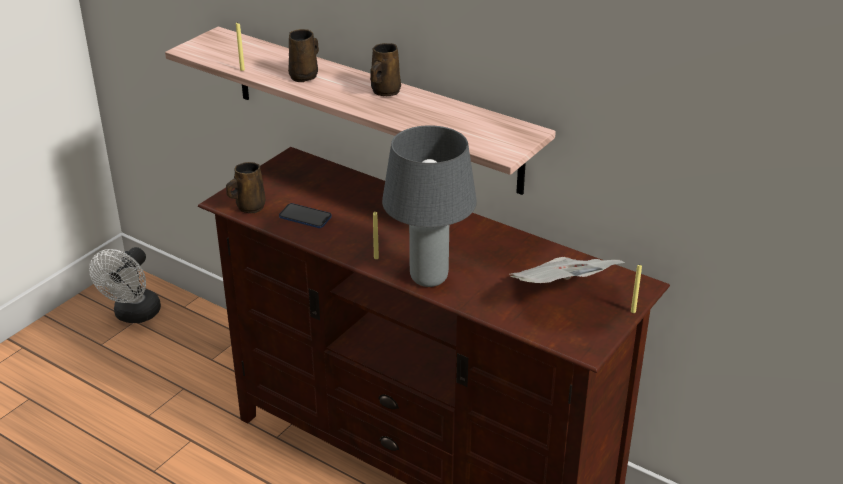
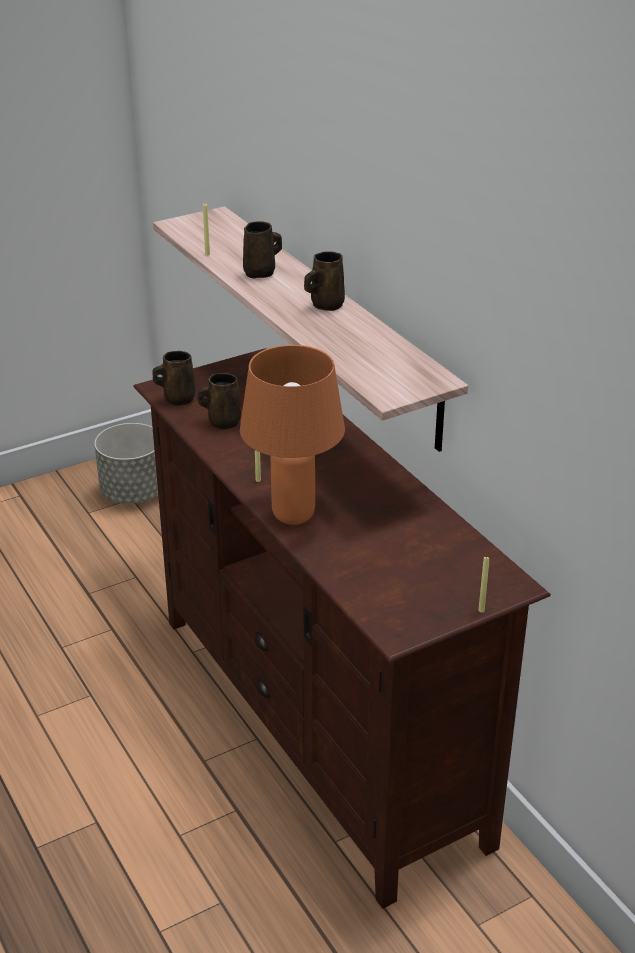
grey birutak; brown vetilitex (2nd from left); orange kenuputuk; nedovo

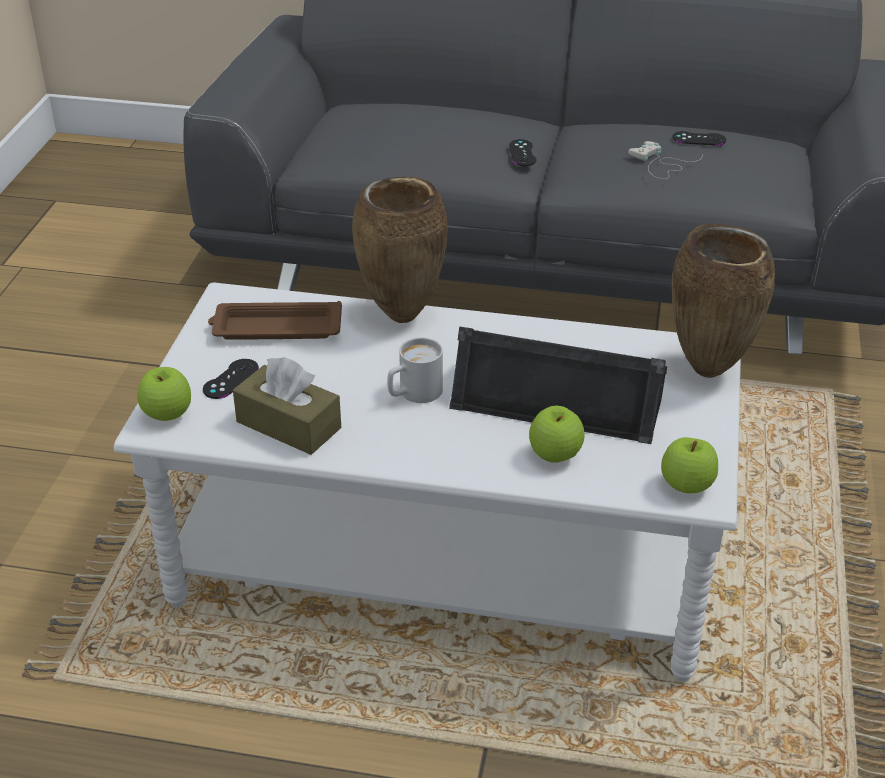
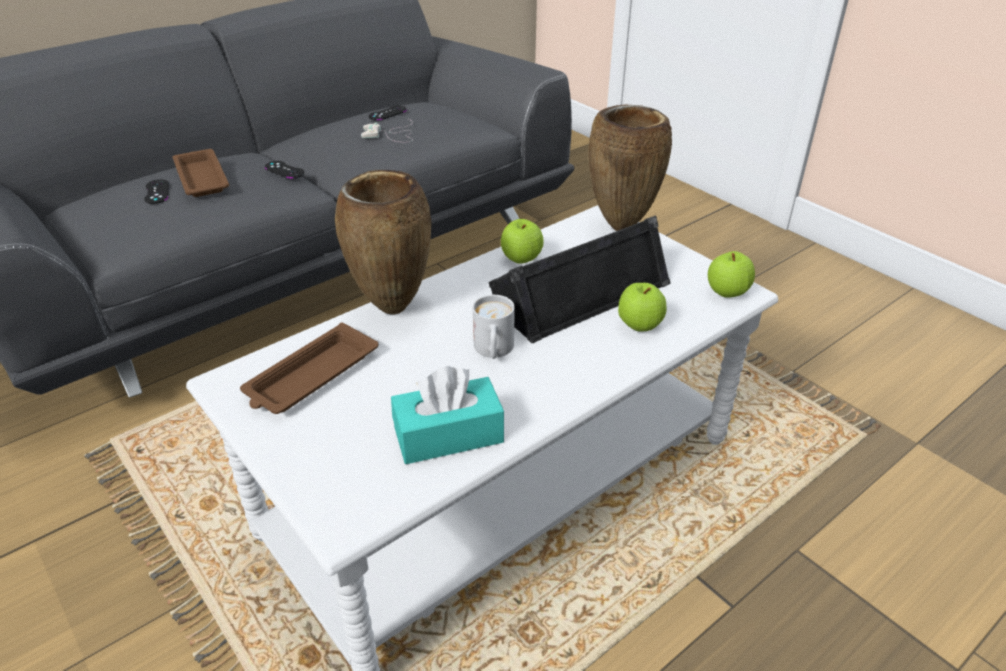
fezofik (1st from left); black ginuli (1st from left); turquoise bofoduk; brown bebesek (1st from left)

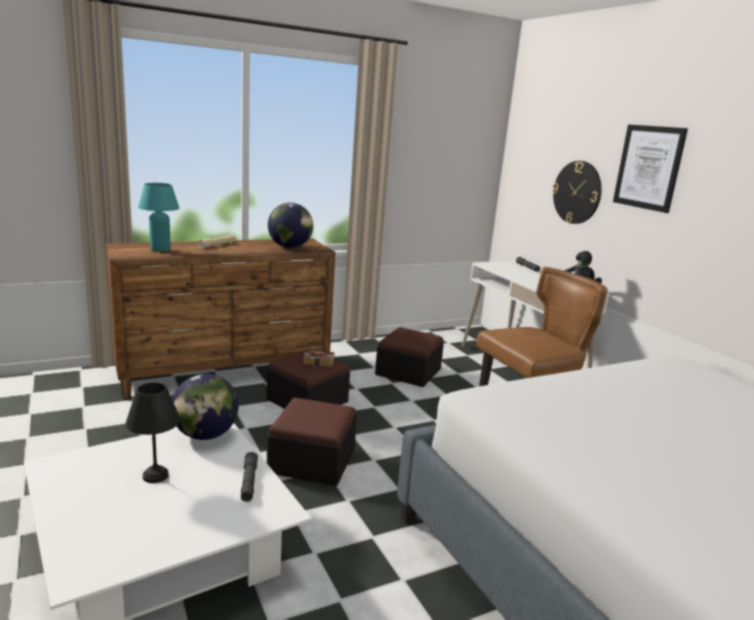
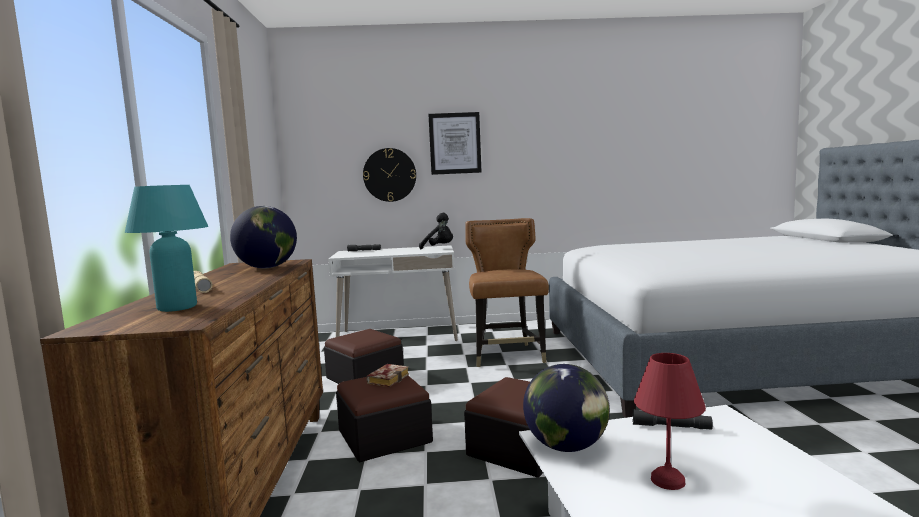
red kenuputuk

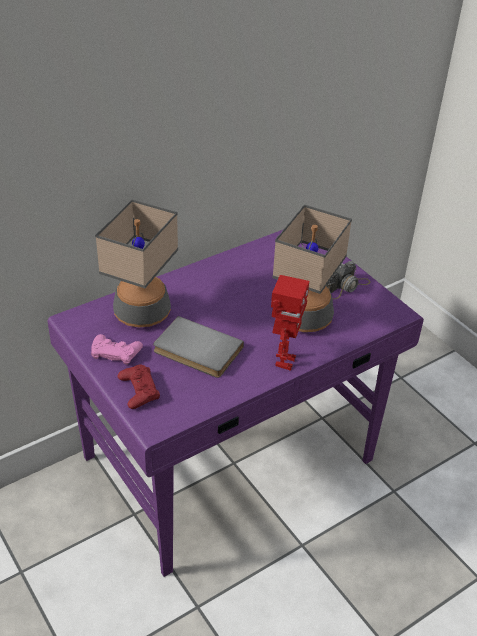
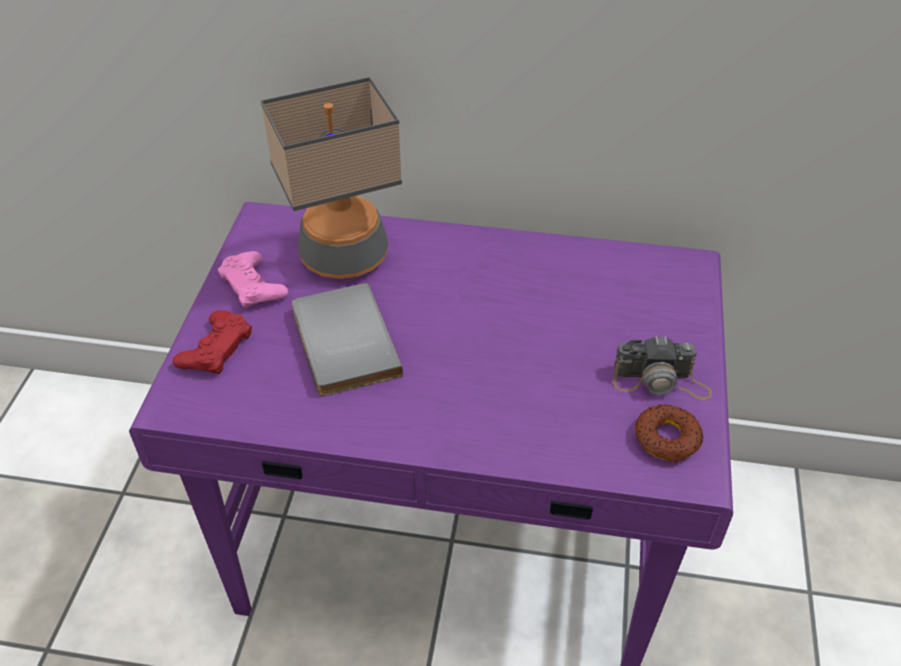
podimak; kenuputuk (2nd from left in the first image); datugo

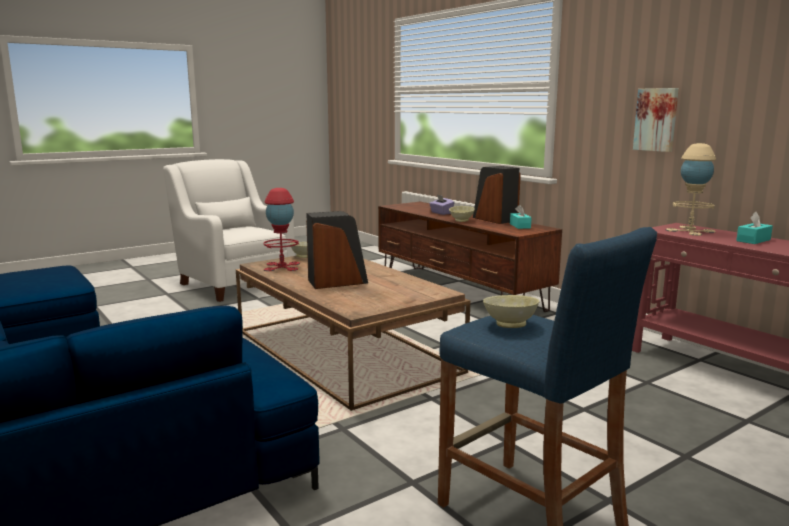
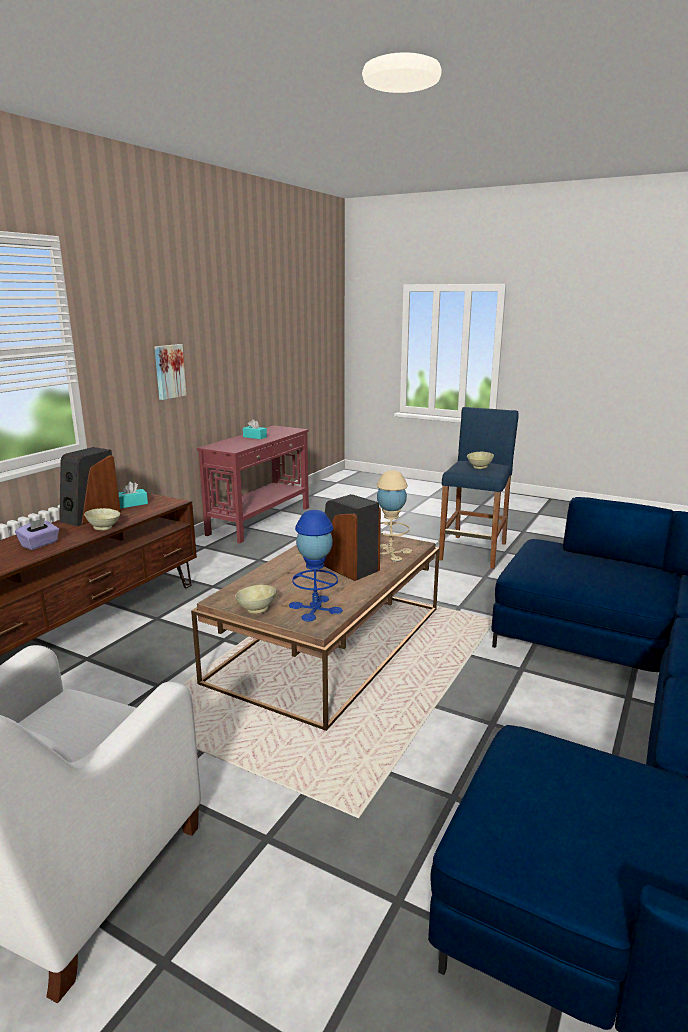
blue kenuputuk; beige kenuputuk

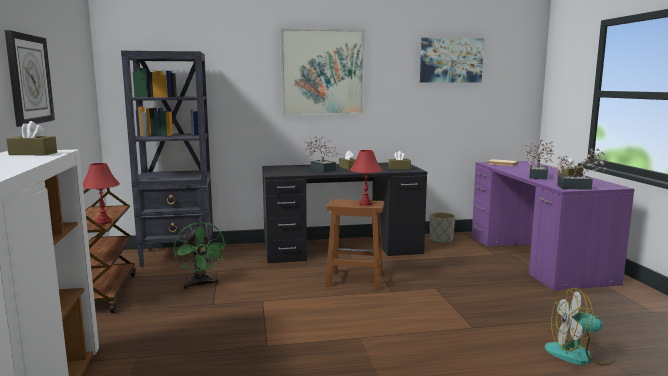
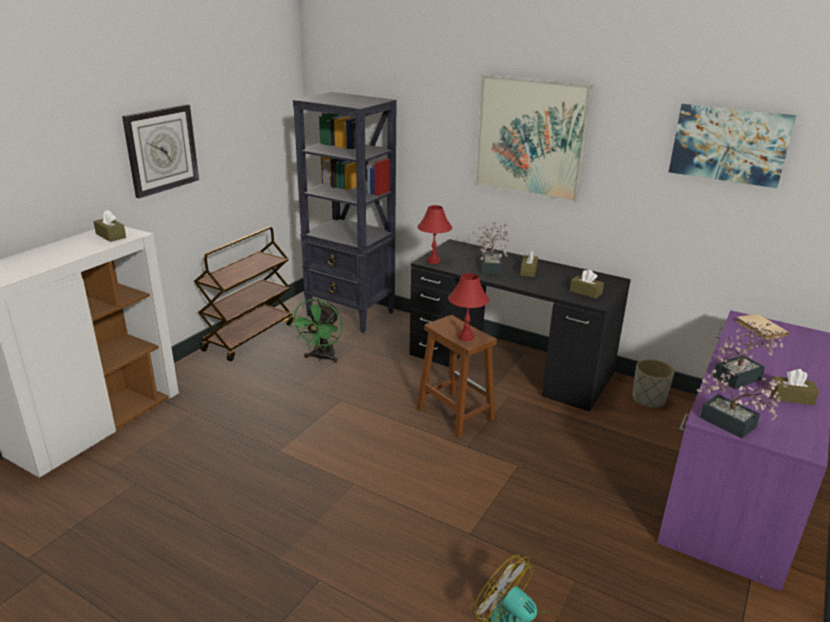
red kenuputuk (1st from left)

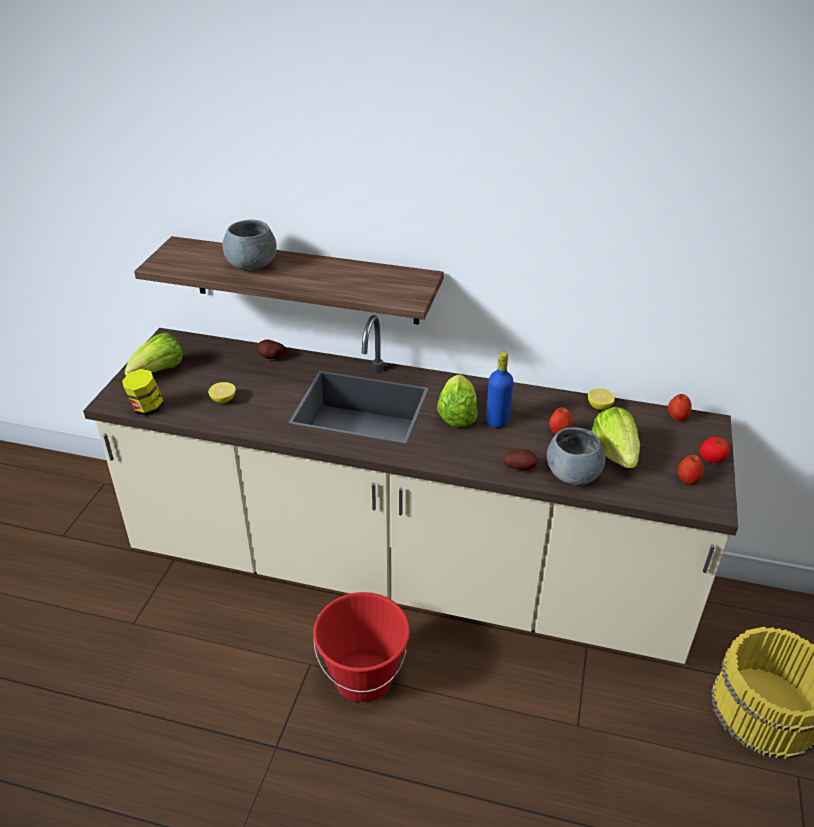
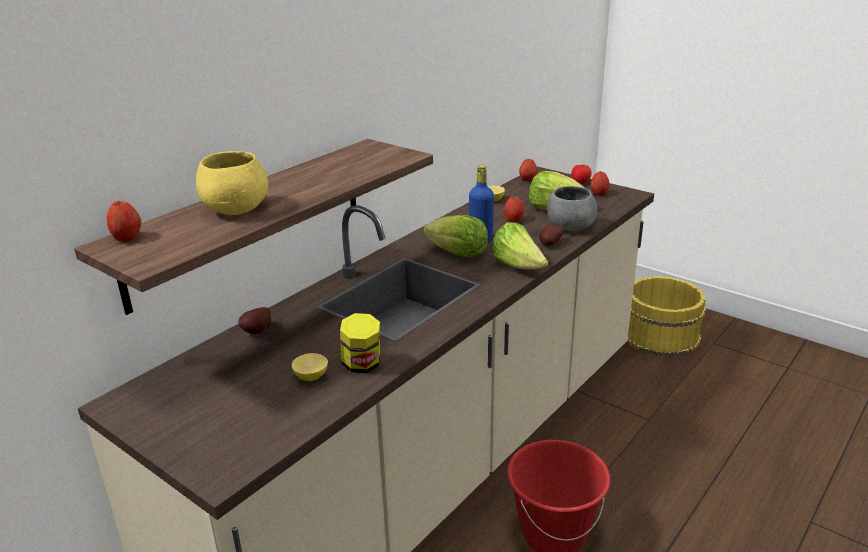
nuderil; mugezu (2nd from left); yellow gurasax; fezofik (1st from left)

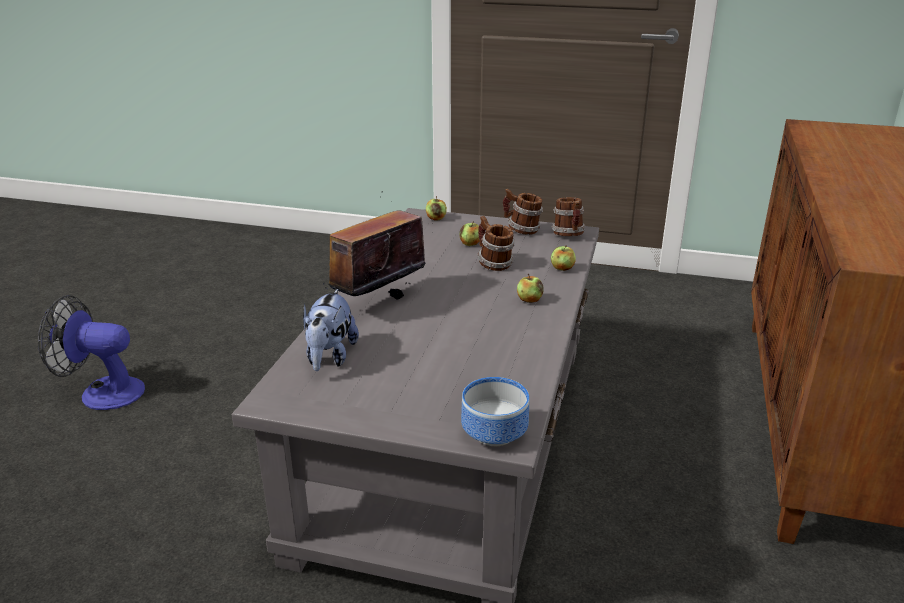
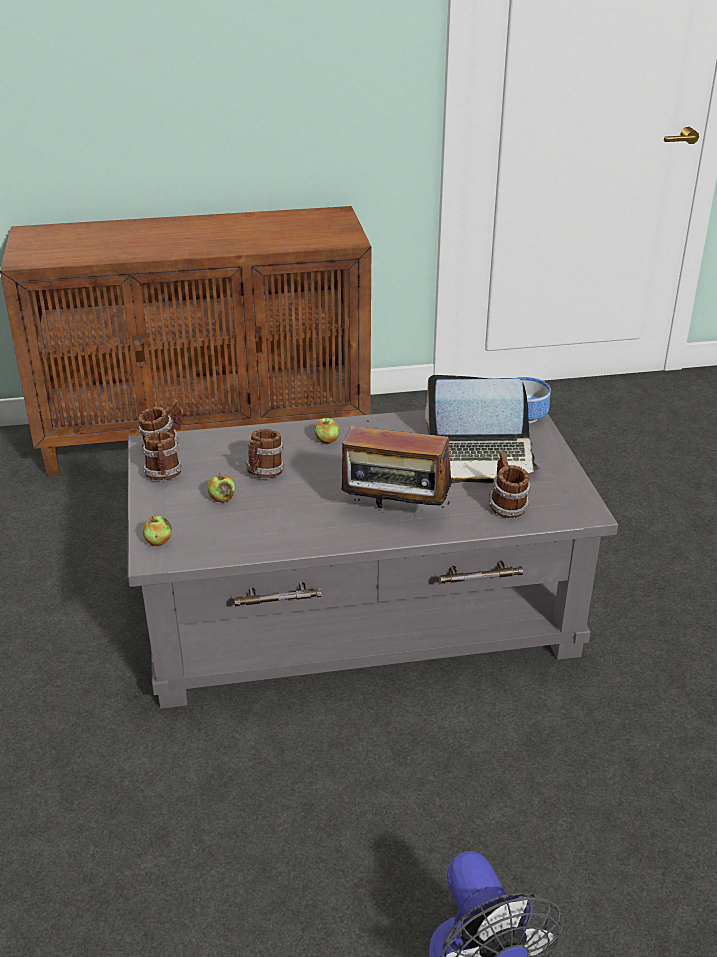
vetilitex (4th from left); fezofik (4th from left in the first image); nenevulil

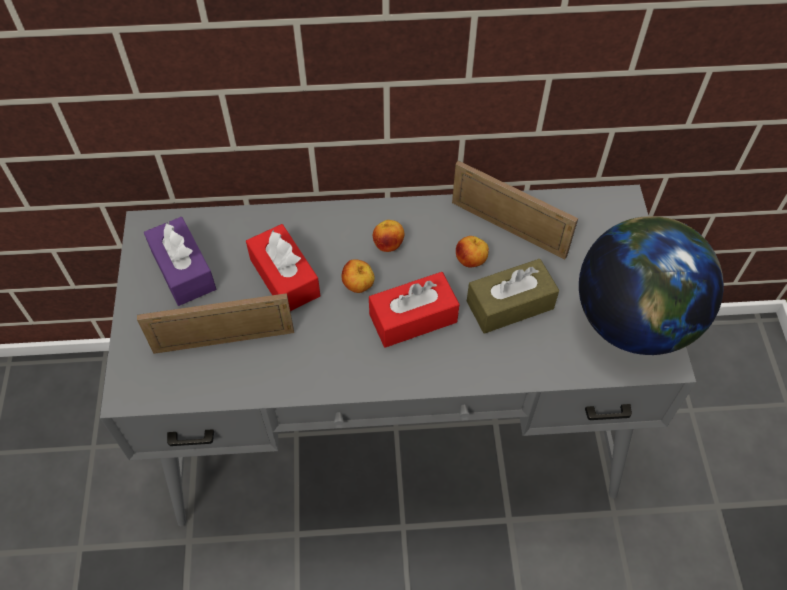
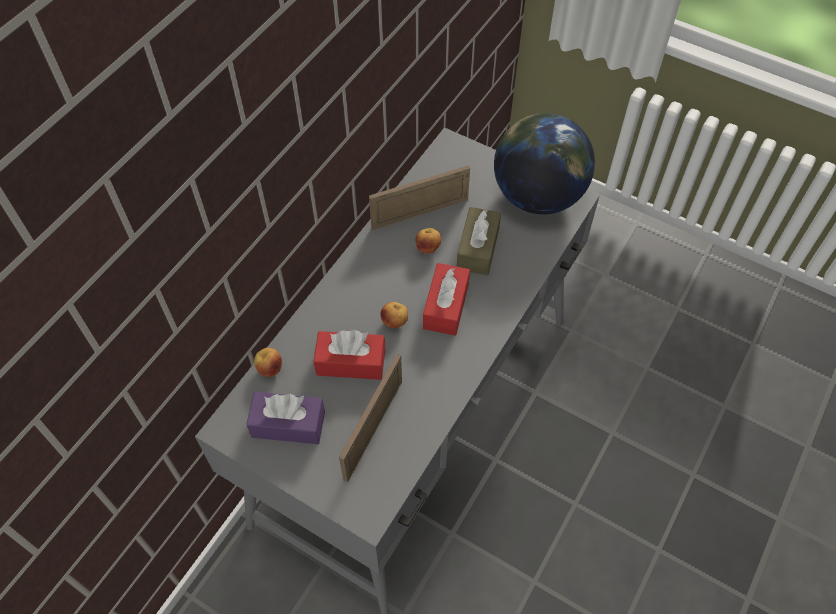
fezofik (1st from left)

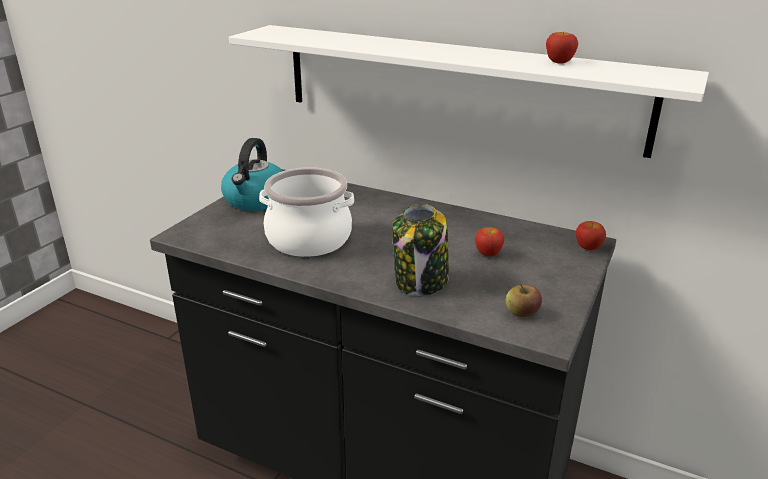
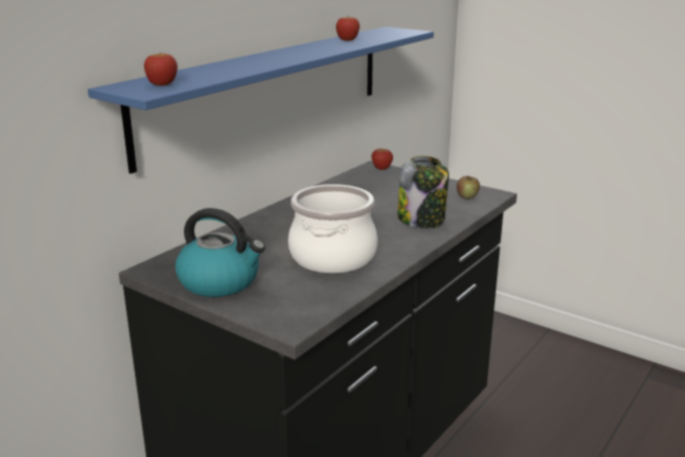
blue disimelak; fezofik (1st from left)

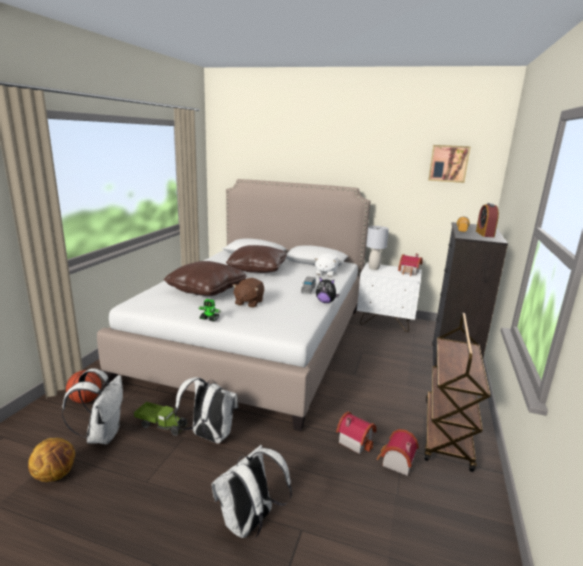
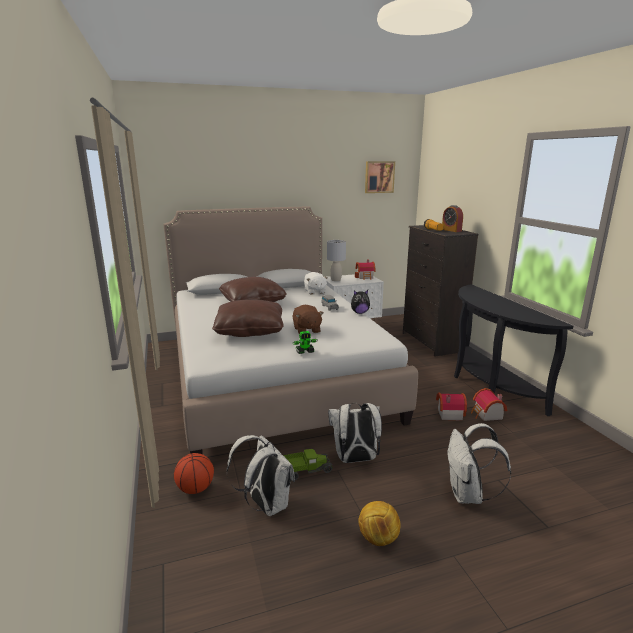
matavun (1st from left in the first image); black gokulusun; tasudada

